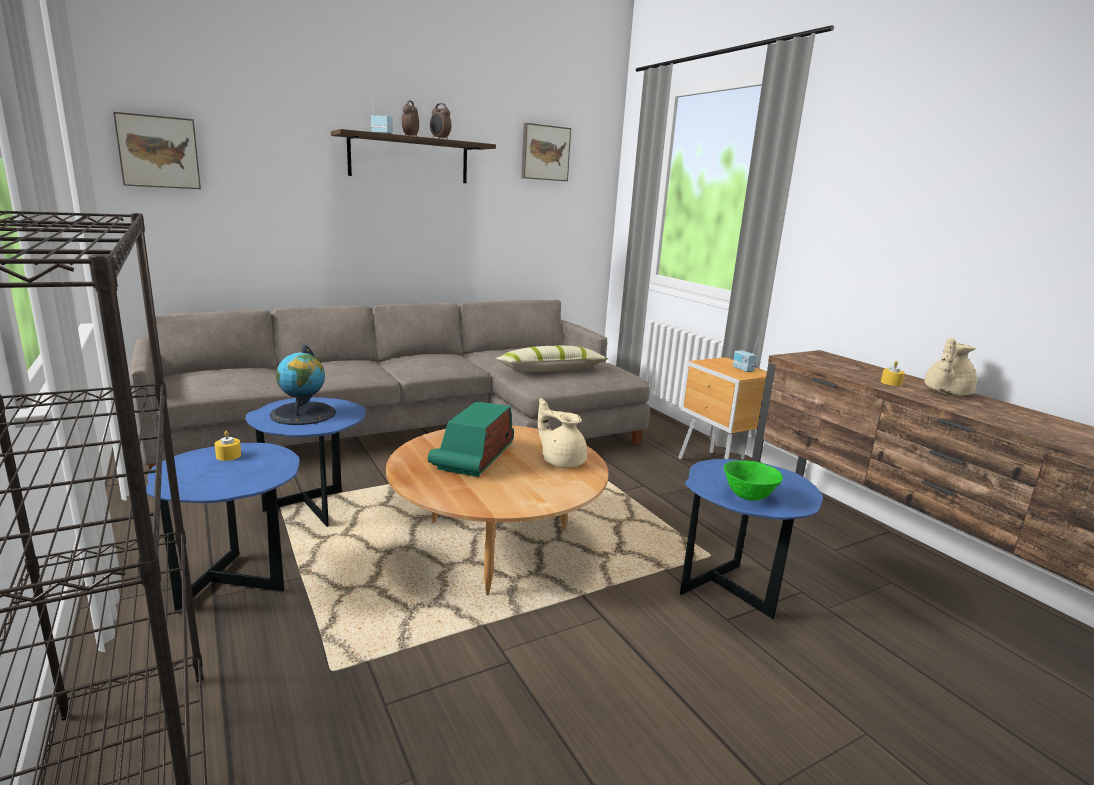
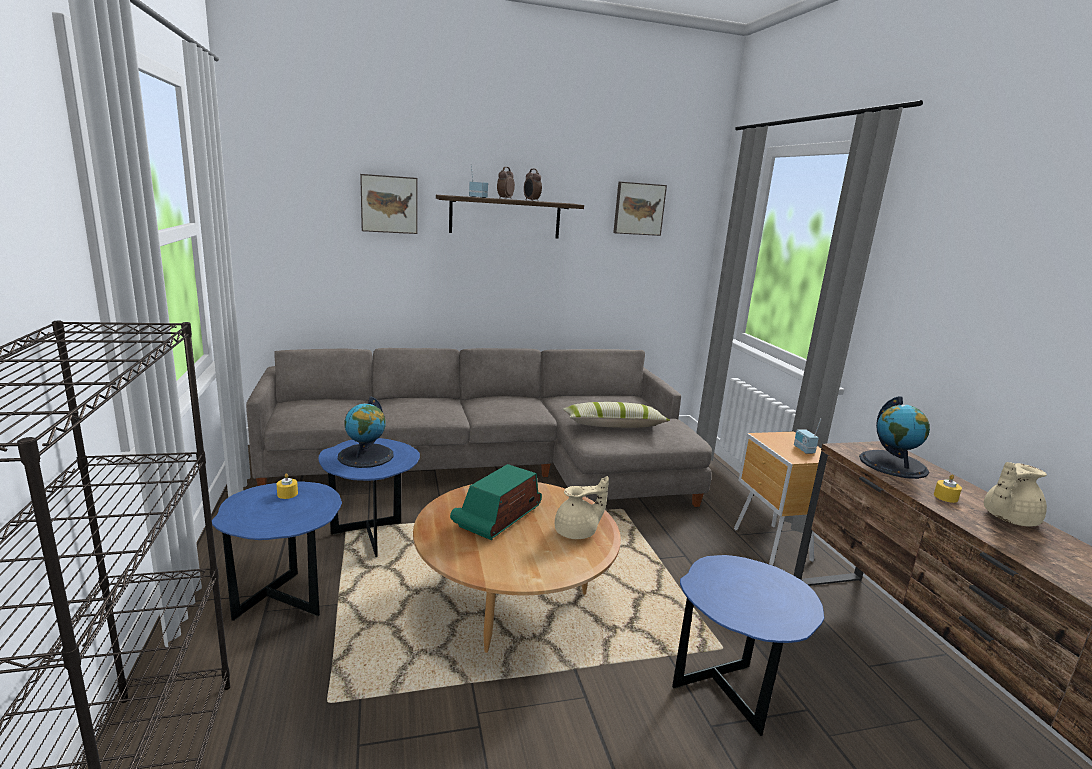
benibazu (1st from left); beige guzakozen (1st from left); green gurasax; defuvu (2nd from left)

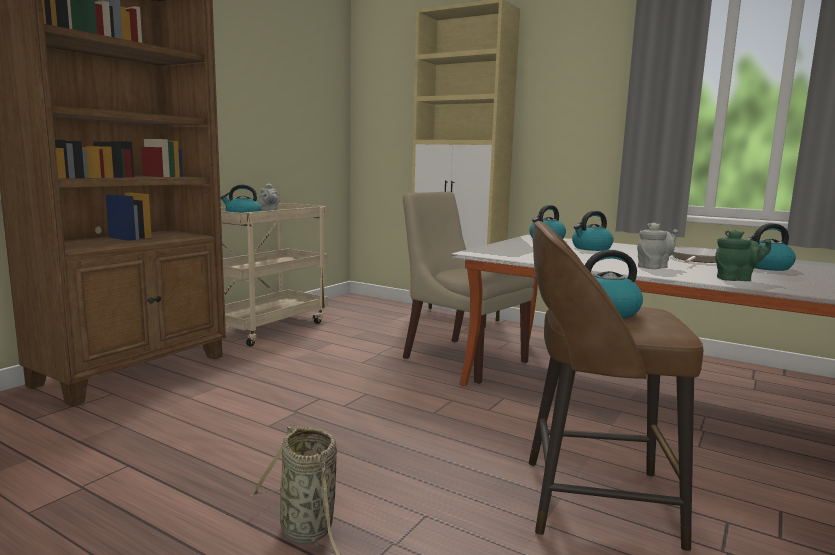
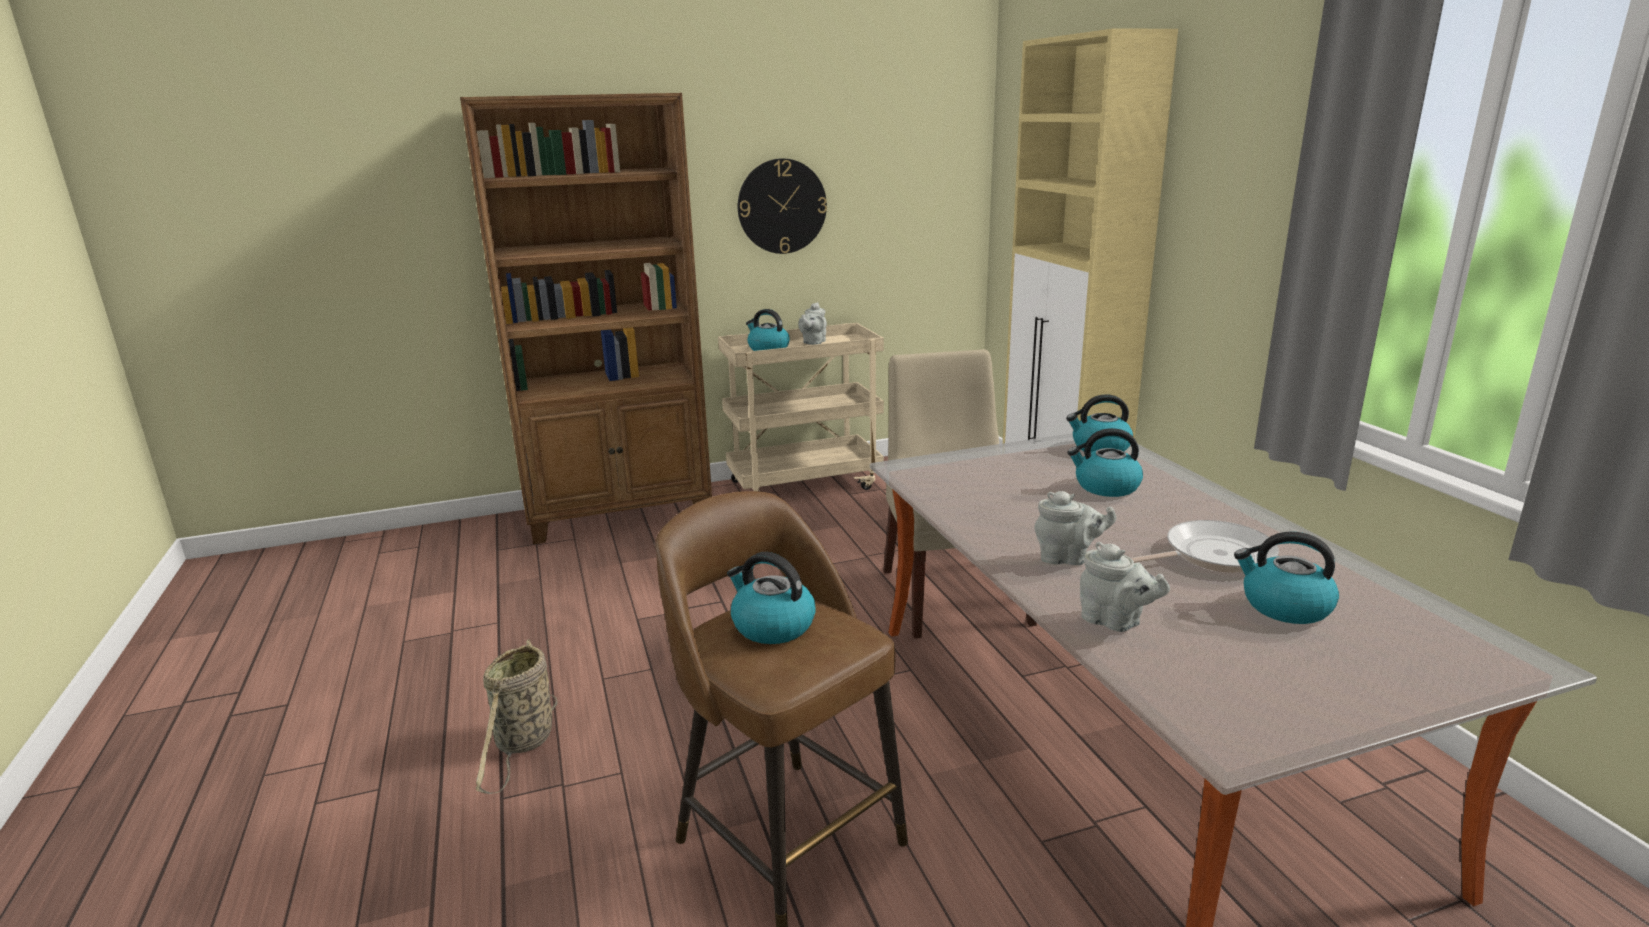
grey guzakozen (3rd from left); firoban

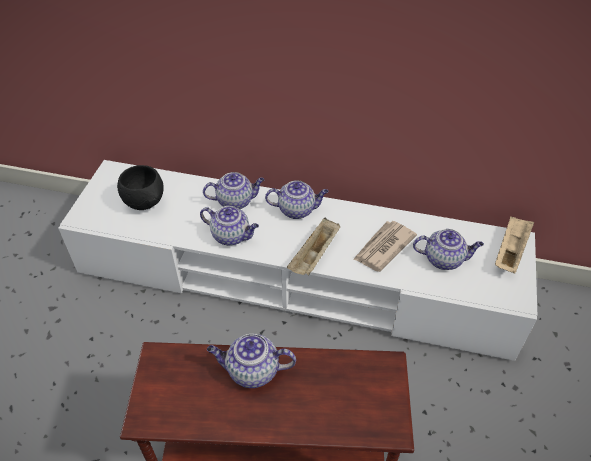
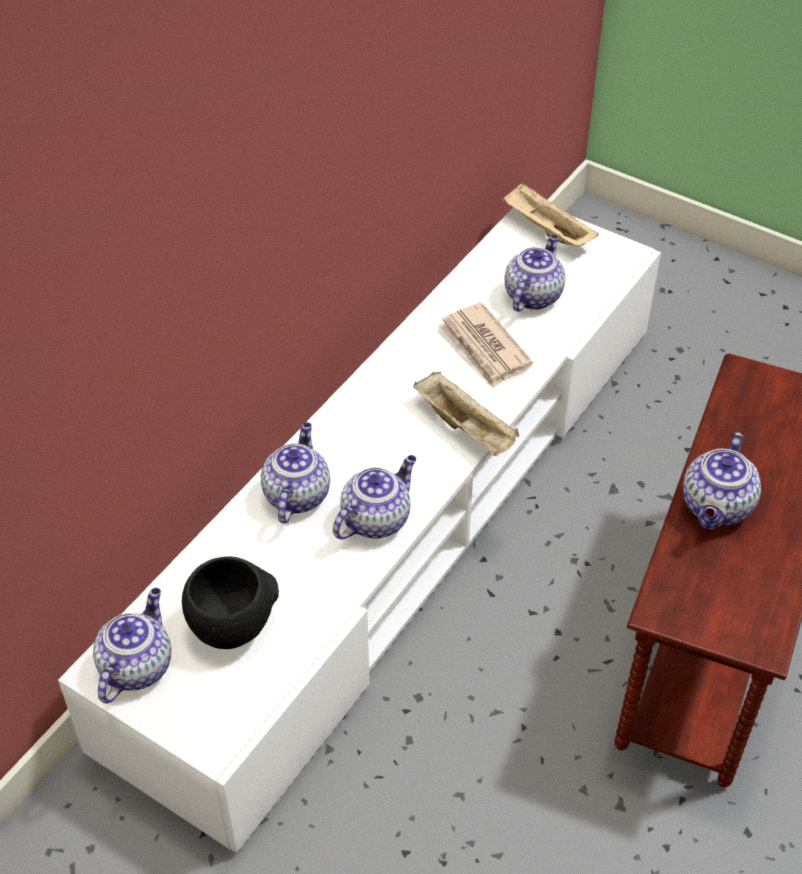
guzakozen (1st from left)

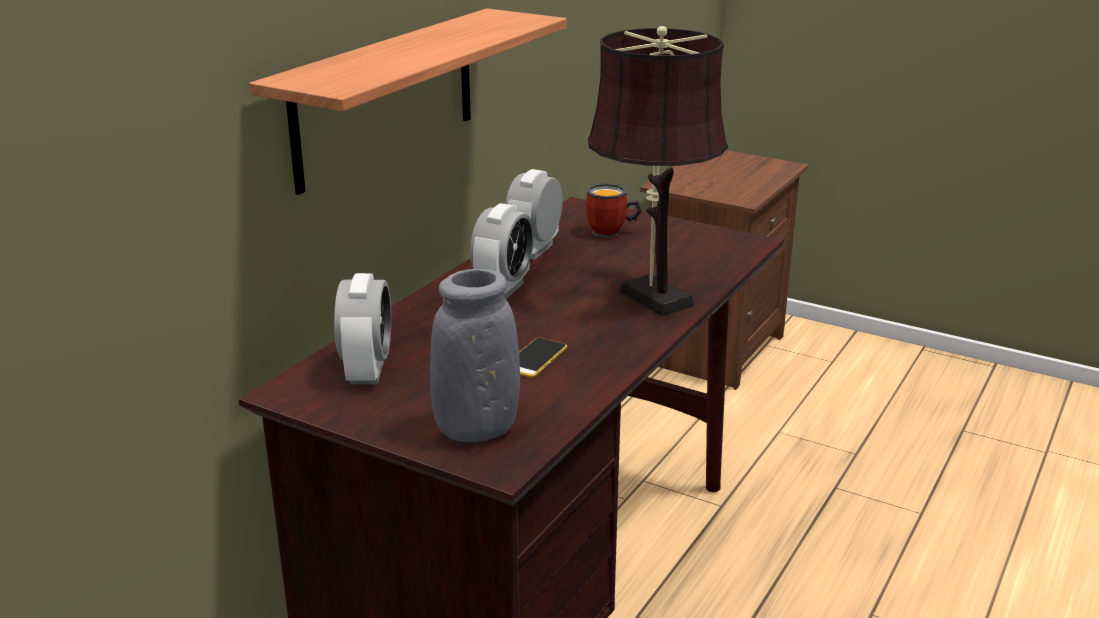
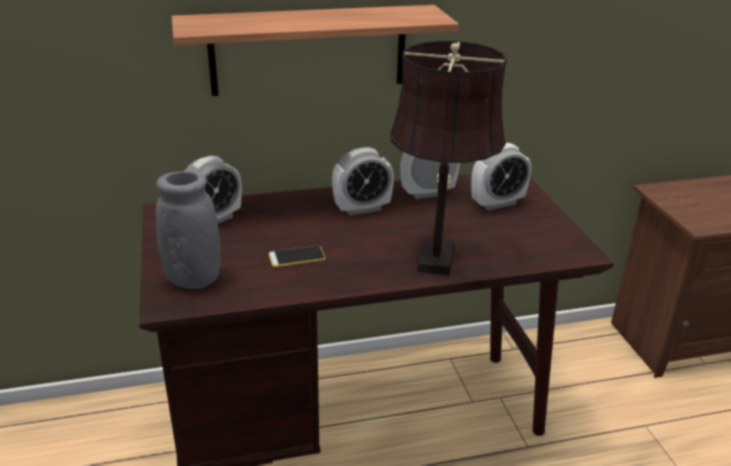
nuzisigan (4th from left)

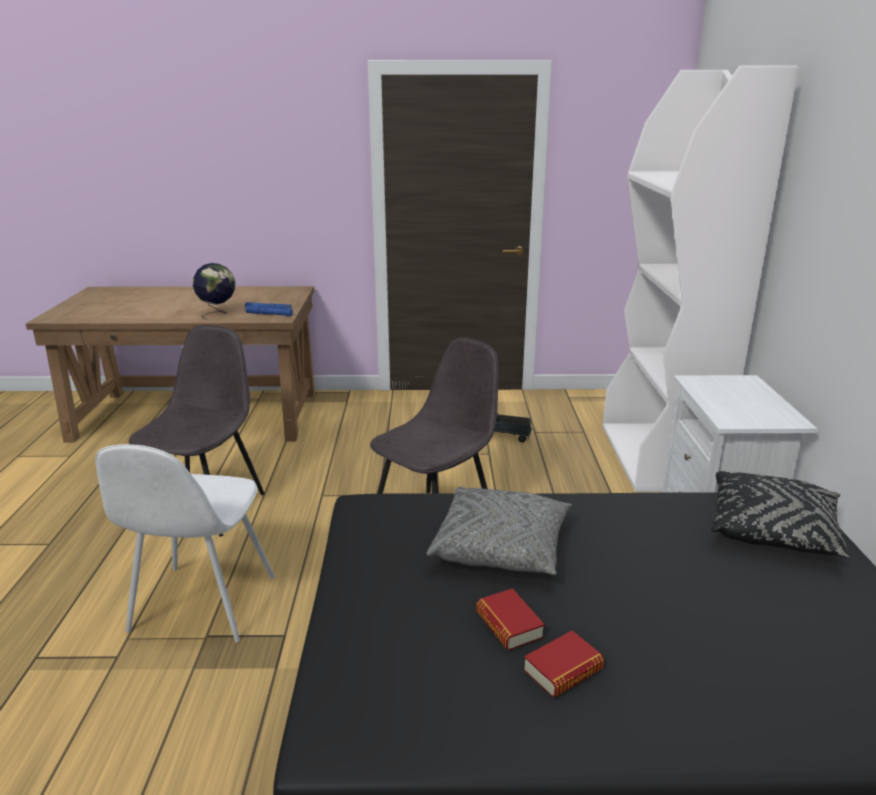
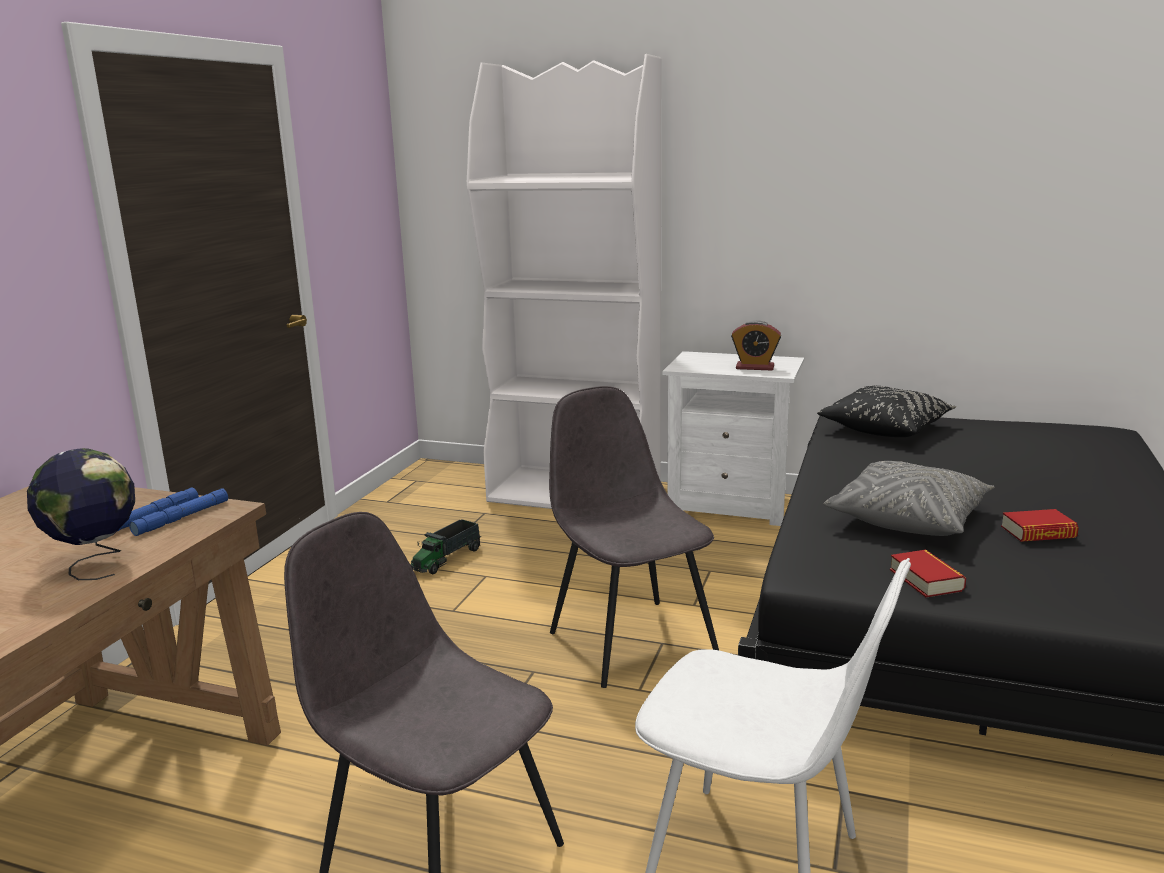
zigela (1st from left); nuzisigan

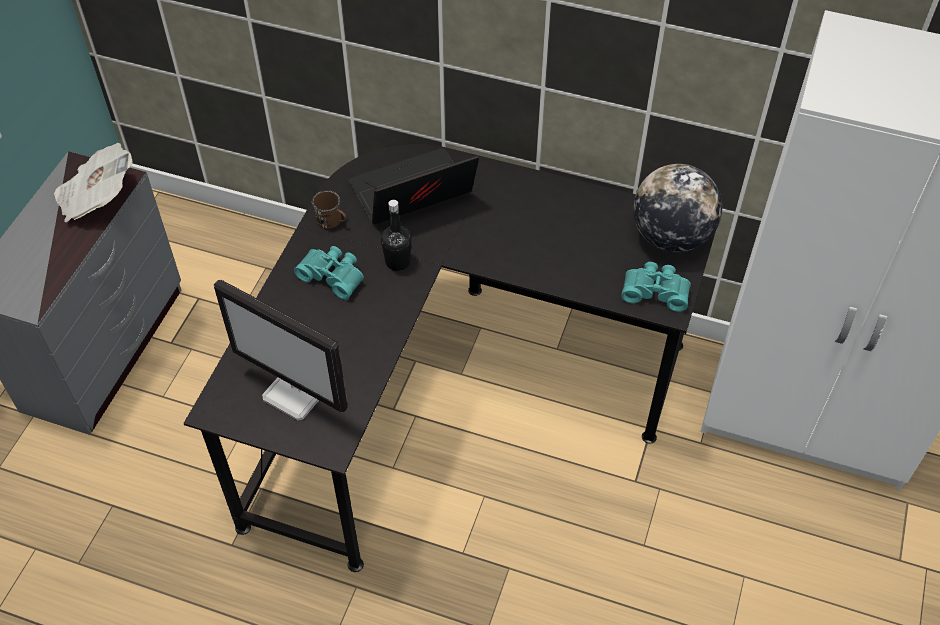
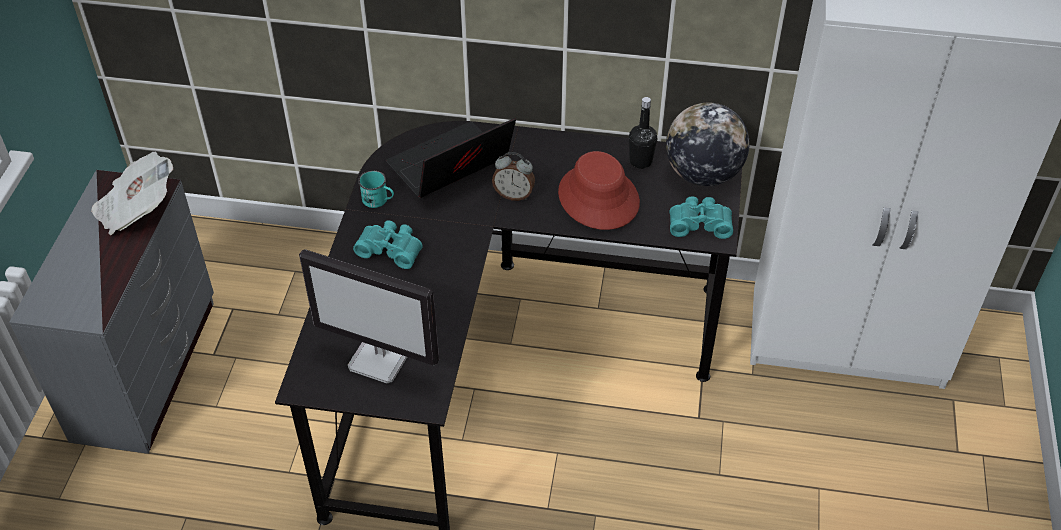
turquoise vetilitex; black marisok; nuzisigan; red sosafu

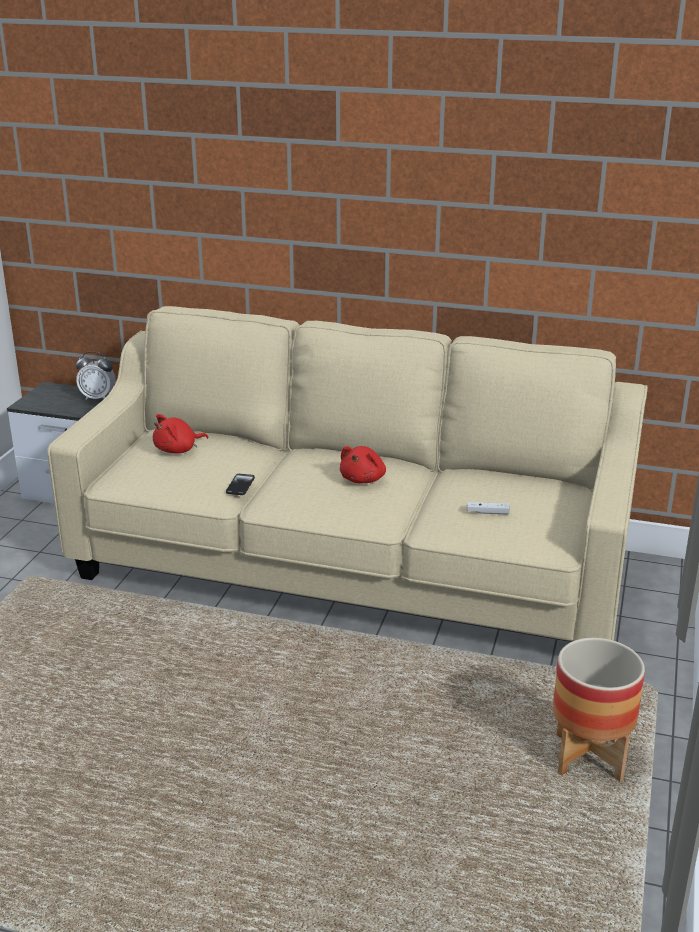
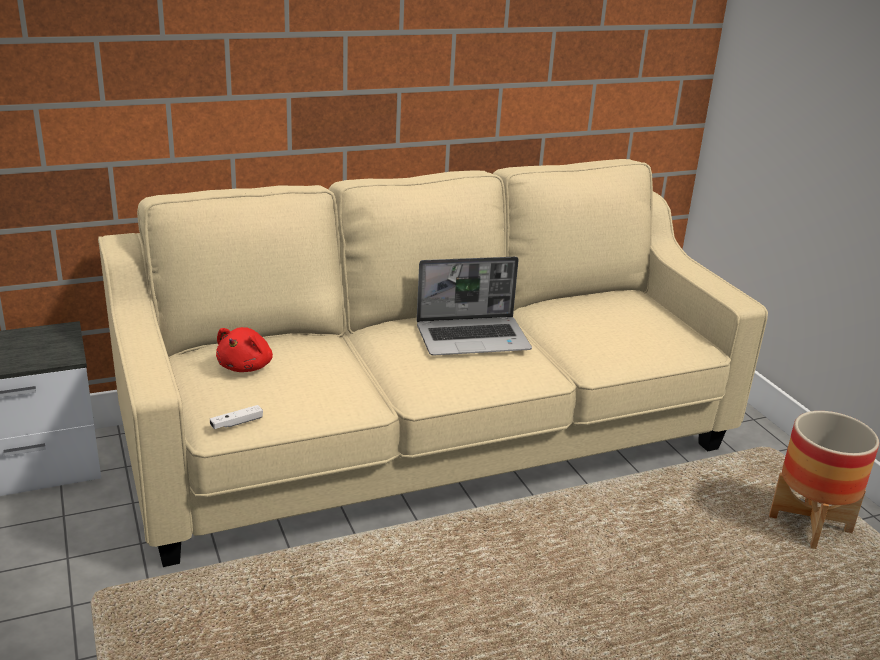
nuzisigan; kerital; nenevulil; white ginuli

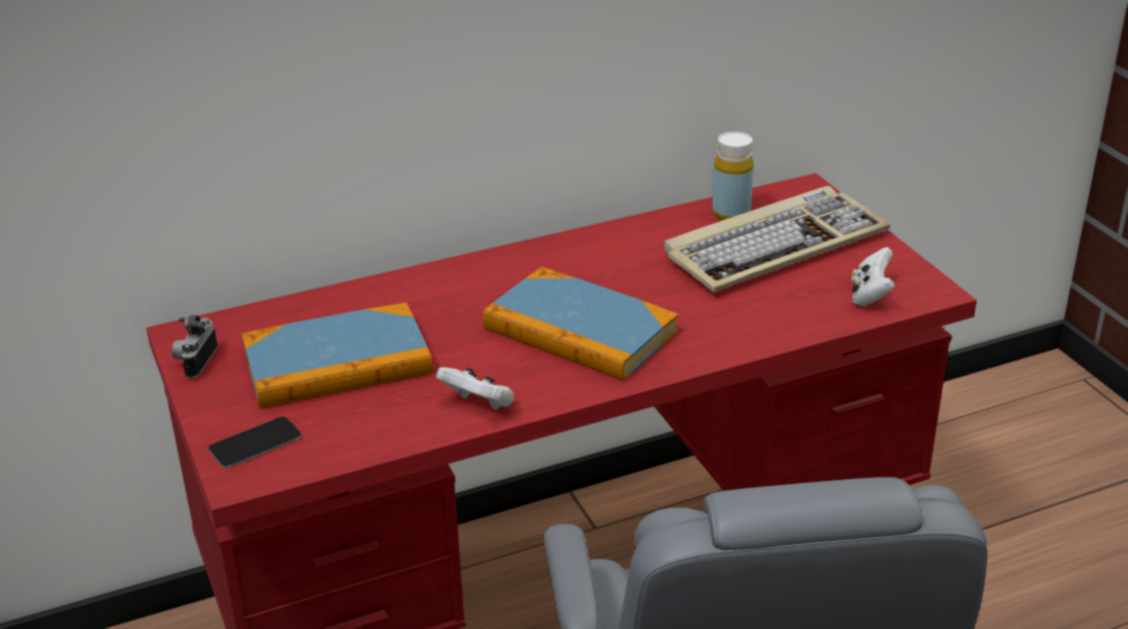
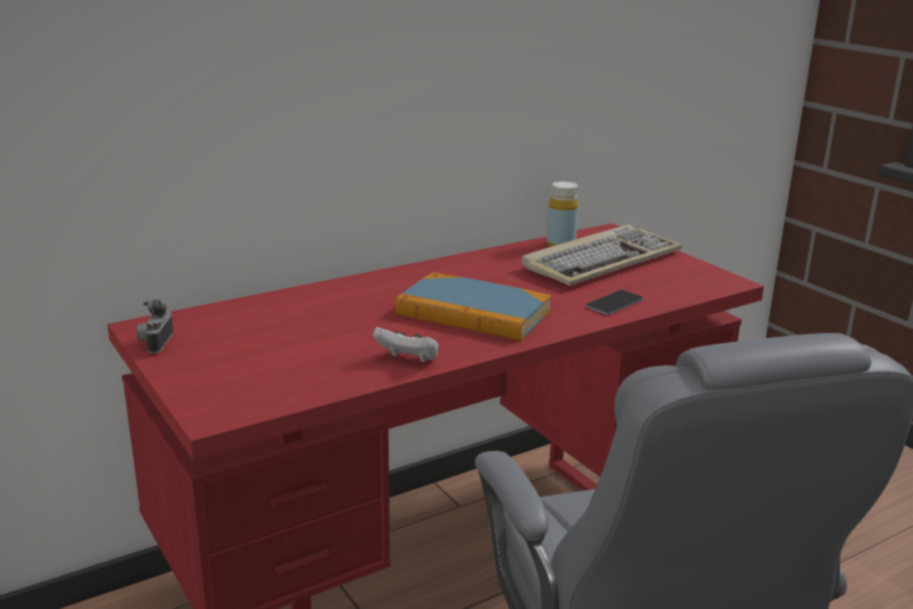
kerital; zigela (1st from left in the first image); white ginuli (2nd from left in the first image)

